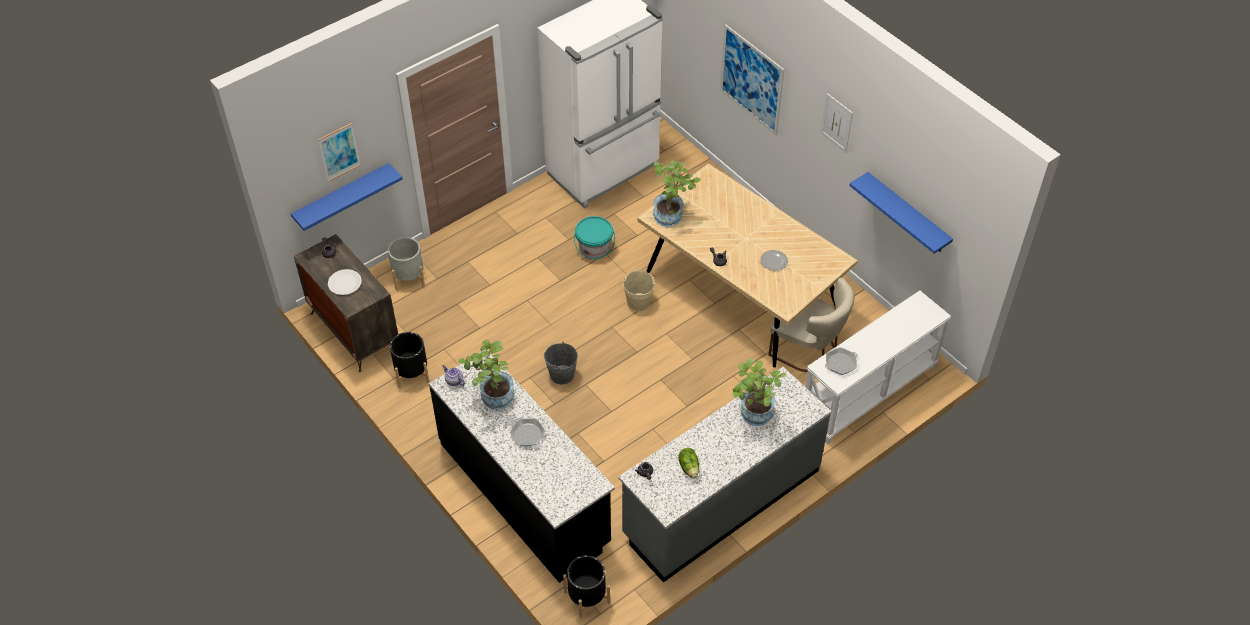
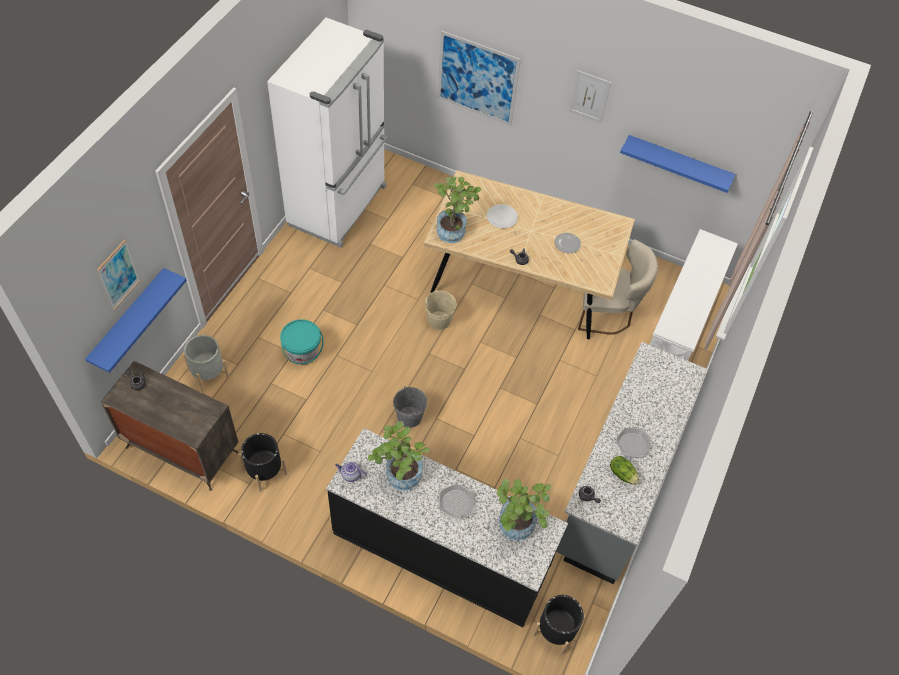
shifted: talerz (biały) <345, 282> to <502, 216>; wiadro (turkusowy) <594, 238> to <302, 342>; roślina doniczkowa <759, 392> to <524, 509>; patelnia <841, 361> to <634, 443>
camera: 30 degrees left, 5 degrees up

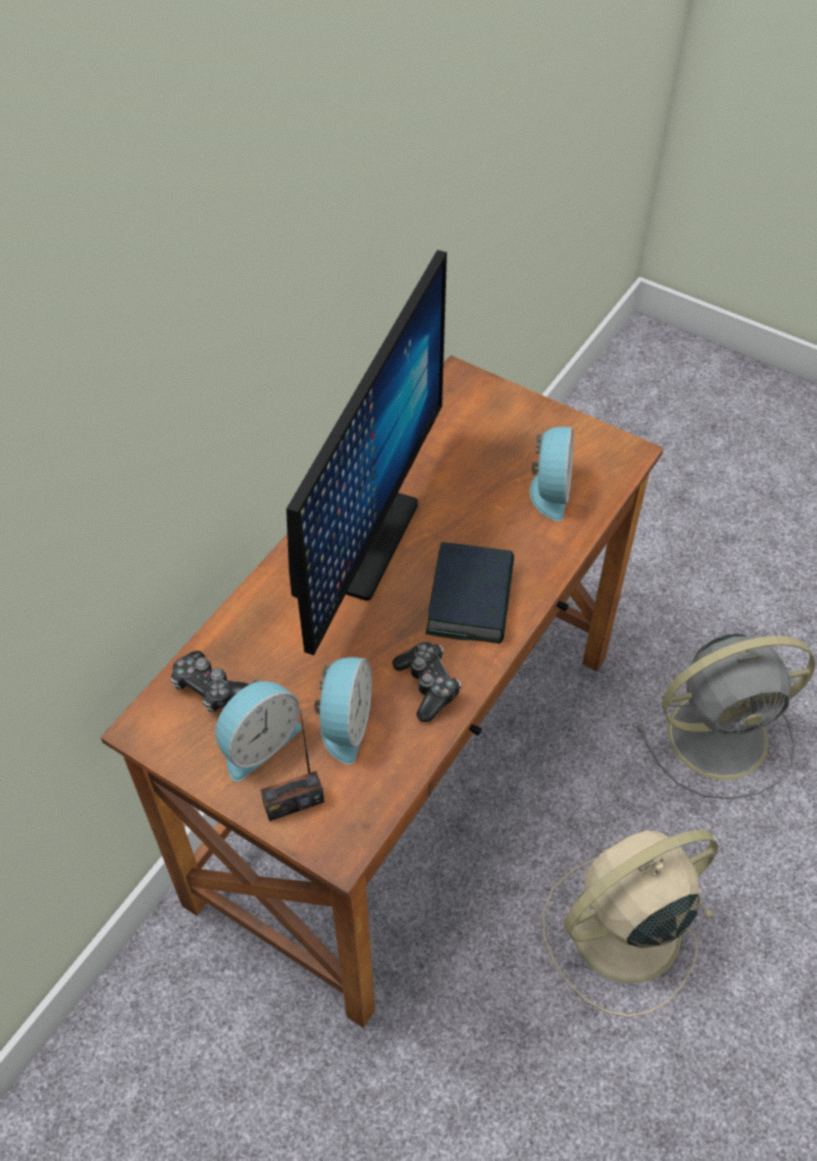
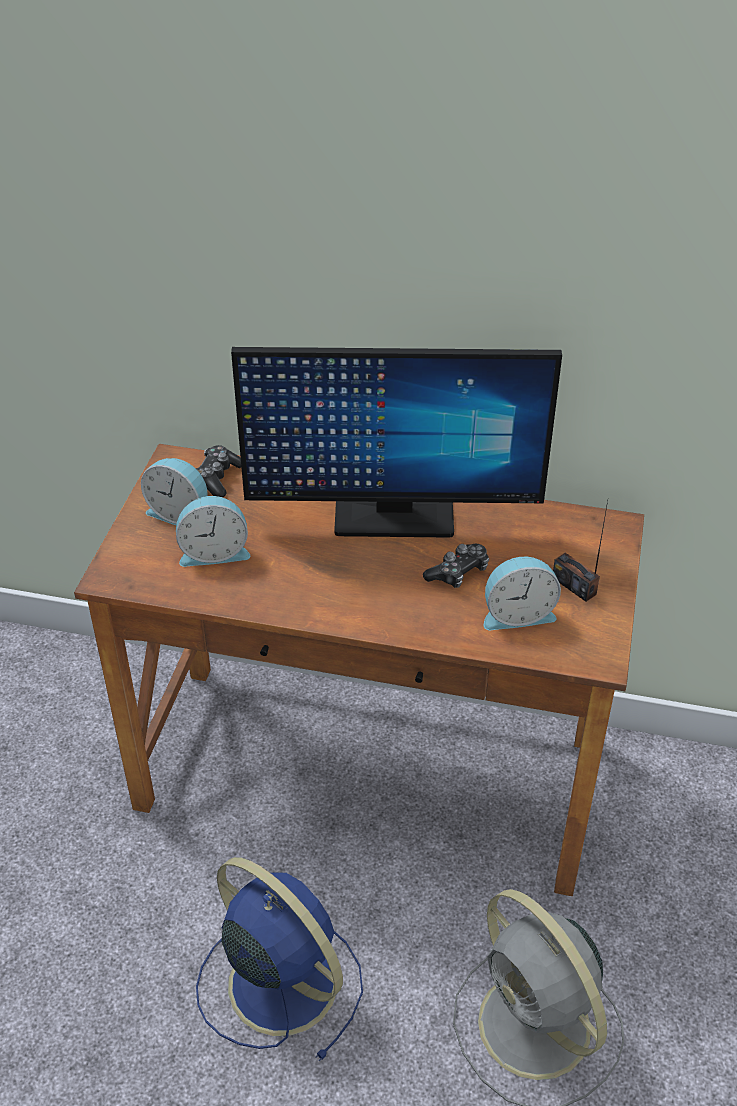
gone: książka <469, 593>
shifted: radio <292, 765> to <580, 551>; pad do gier <426, 682> to <456, 566>
repainted: wentylator (beżowy) <630, 923> to wentylator (niebieski) <279, 959>
camera: 70 degrees right, 10 degrees down

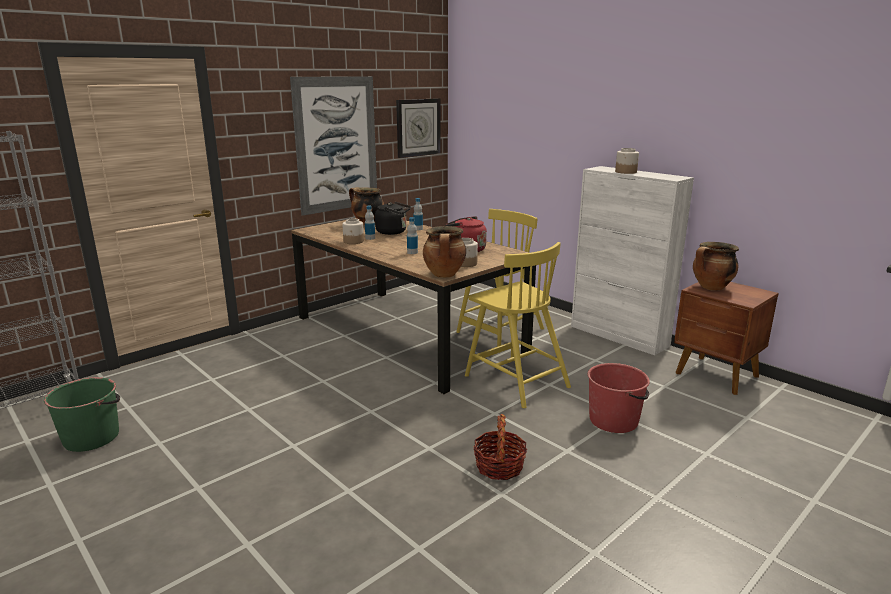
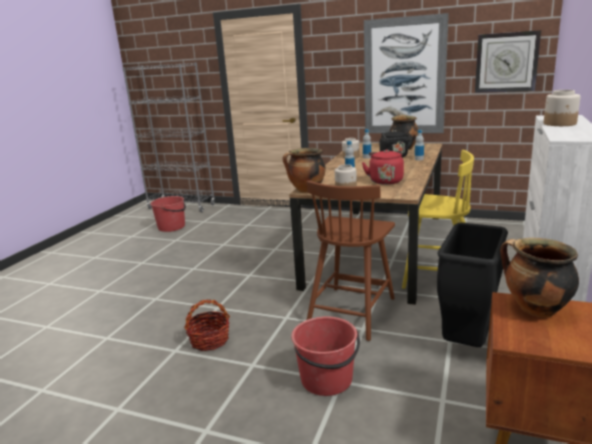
new: kosz na śmieci (czarny) <472, 285>
repainted: wiadro (zielony) <82, 414> to wiadro (czerwony) <168, 214>; krzesło (żółty) <518, 325> to krzesło (brązowy) <351, 261>
camera: 65 degrees right, 0 degrees up

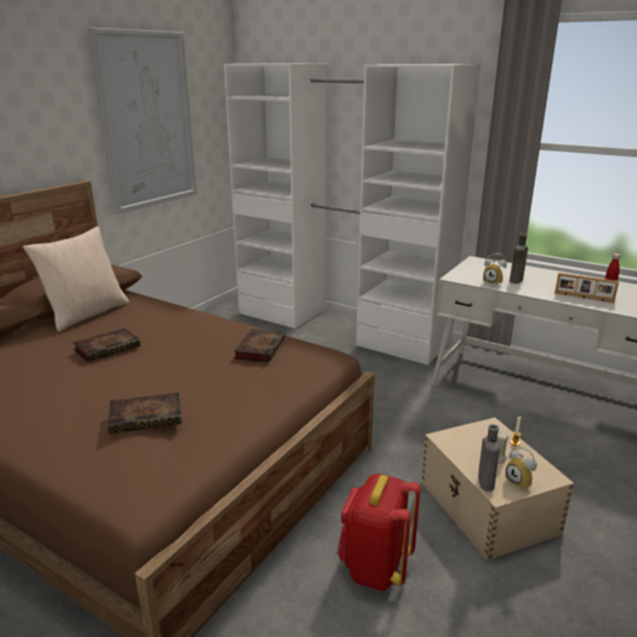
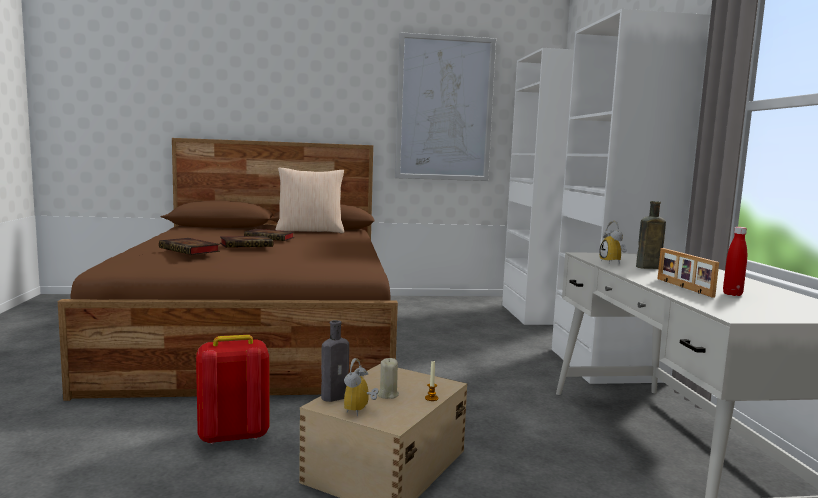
shifted: książka <259, 345> to <246, 242>
camera: 50 degrees right, 15 degrees down

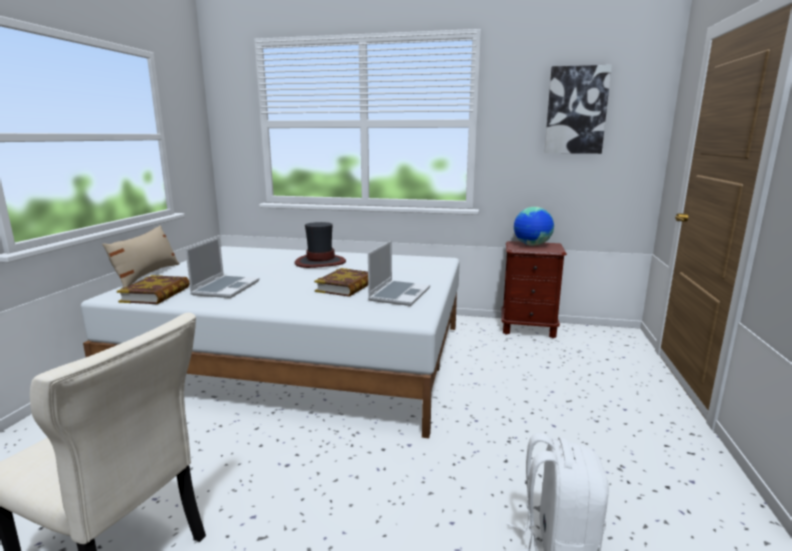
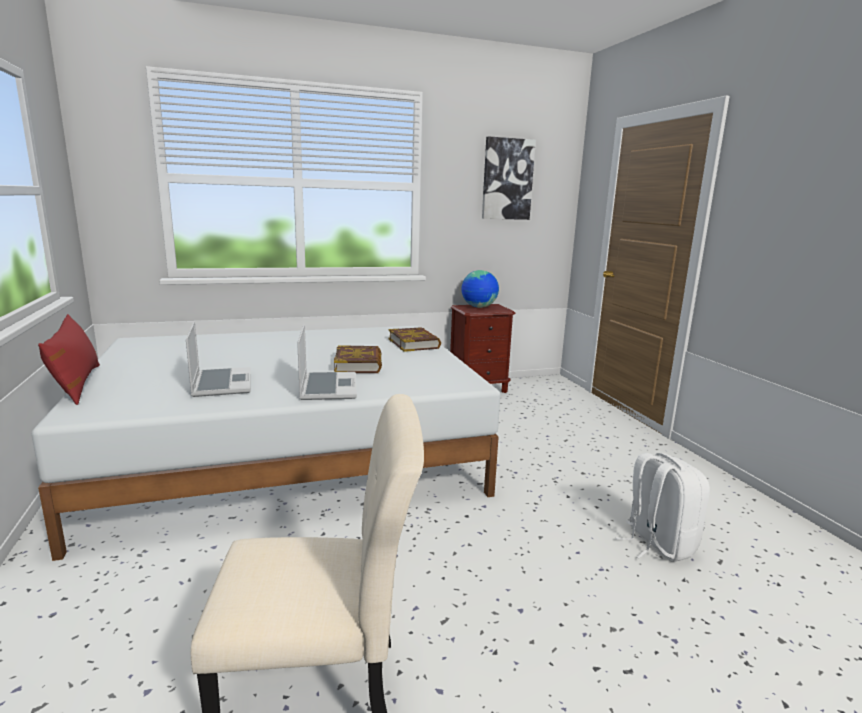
gone: kapelusz <320, 245>
shifted: książka <153, 289> to <415, 339>; laptop <399, 273> to <327, 362>
repainted: poduszka (beżowy) <141, 256> to poduszka (czerwony) <69, 359>
camera: 30 degrees left, 0 degrees up

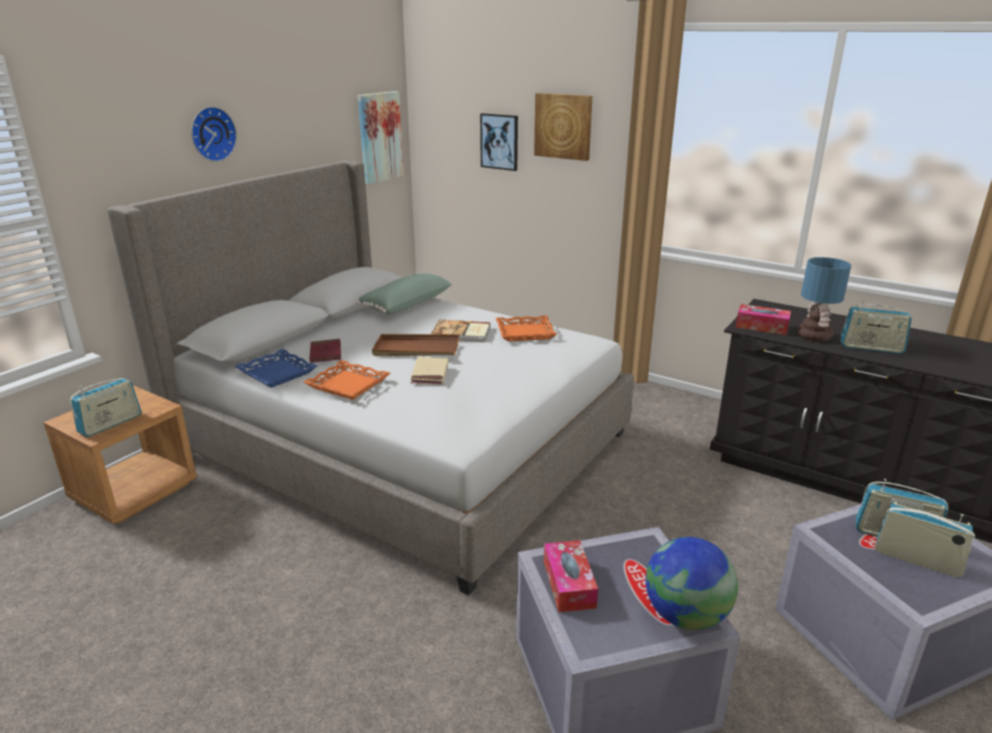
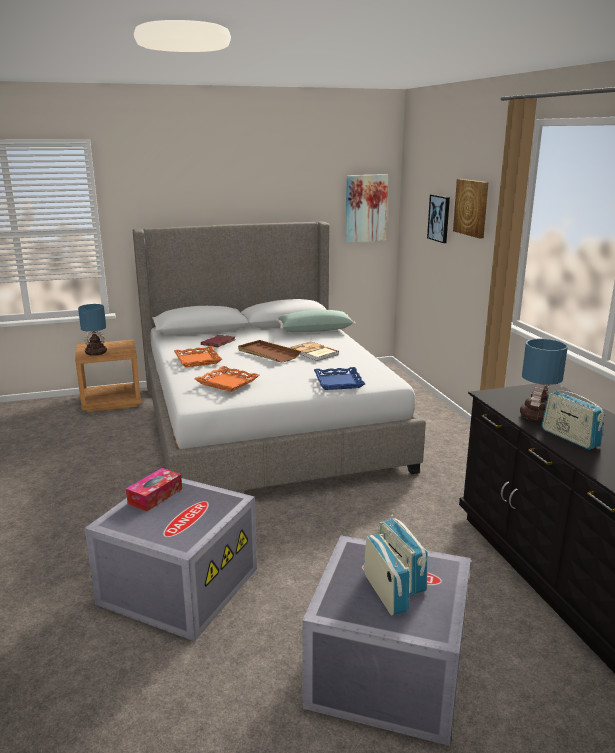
gone: zegar ścienny <214, 134>; książka (beżowy) <429, 371>; globus <692, 583>; pudełko chusteczek <763, 319>
shifted: taca (niebieski) <276, 368> to <339, 378>; taca (pomarańczowy) <526, 328> to <227, 379>
swapped: radio <105, 407> to lampa stołowa <92, 330>
camera: 40 degrees right, 5 degrees down

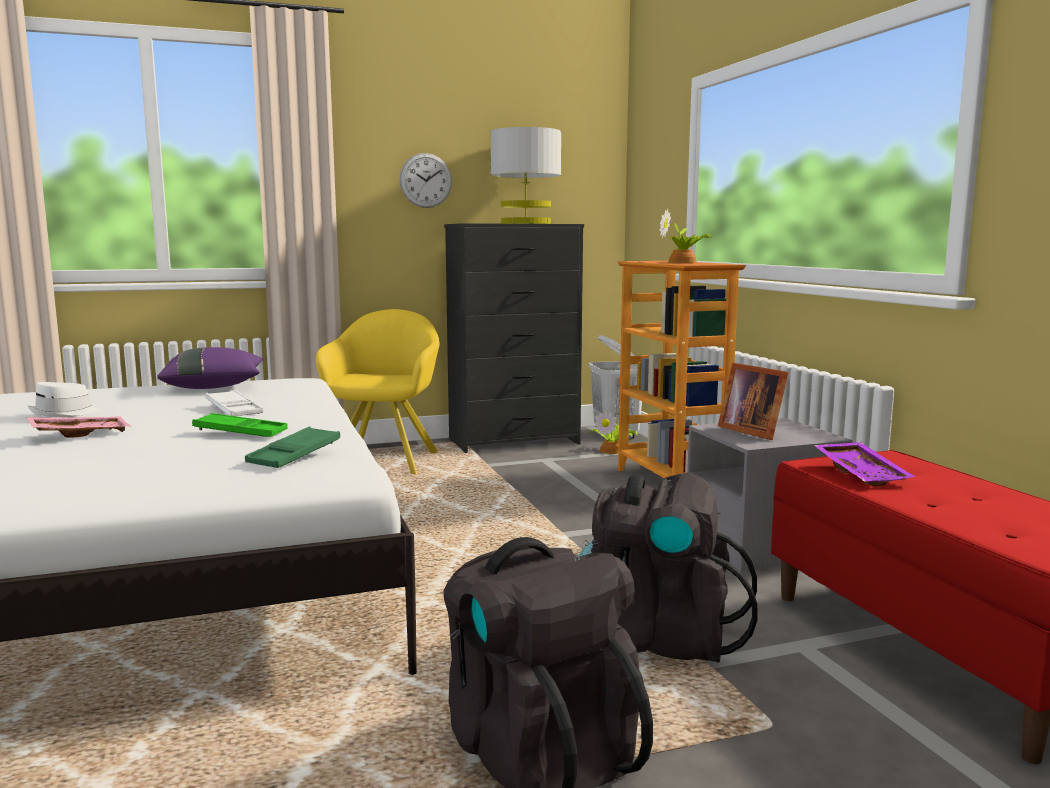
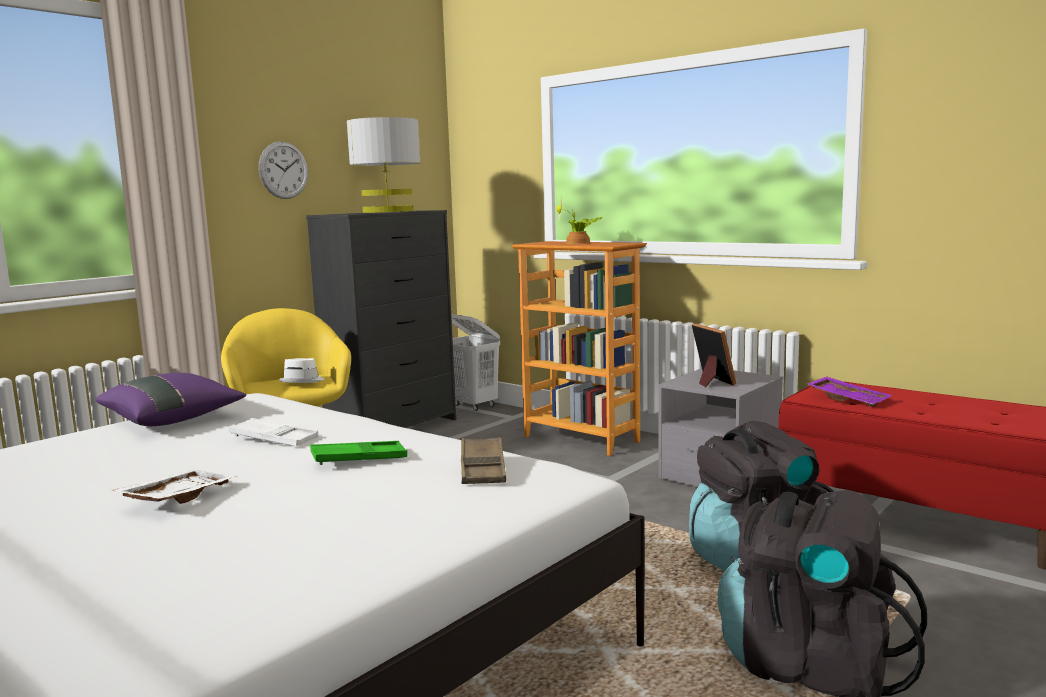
gone: roślina doniczkowa <613, 432>
shifted: kapelusz (biały) <64, 399> to <301, 370>
repainted: taca (różowy) <78, 427> to taca (biały) <174, 486>; taca (zielony) <292, 447> to taca (brązowy) <483, 460>
rotated: ramka na zdjęcie <753, 401> = <714, 355> 135 degrees counterclockwise
camera: 30 degrees left, 0 degrees up

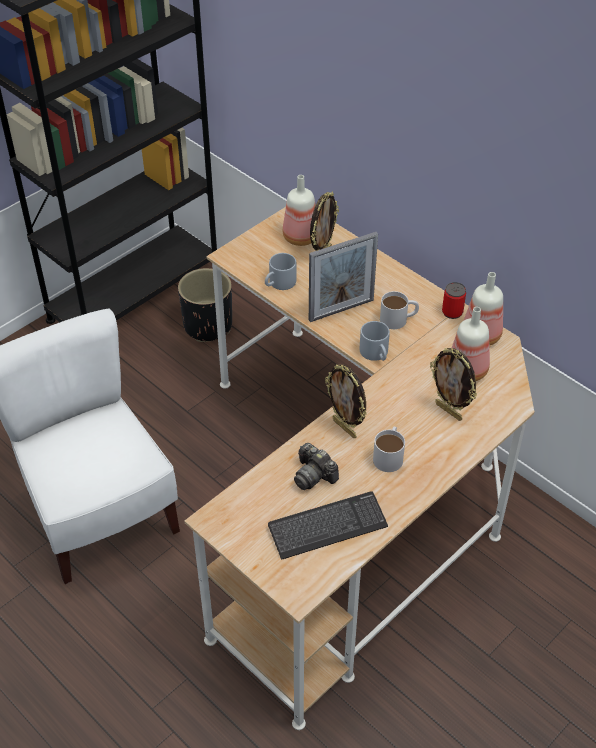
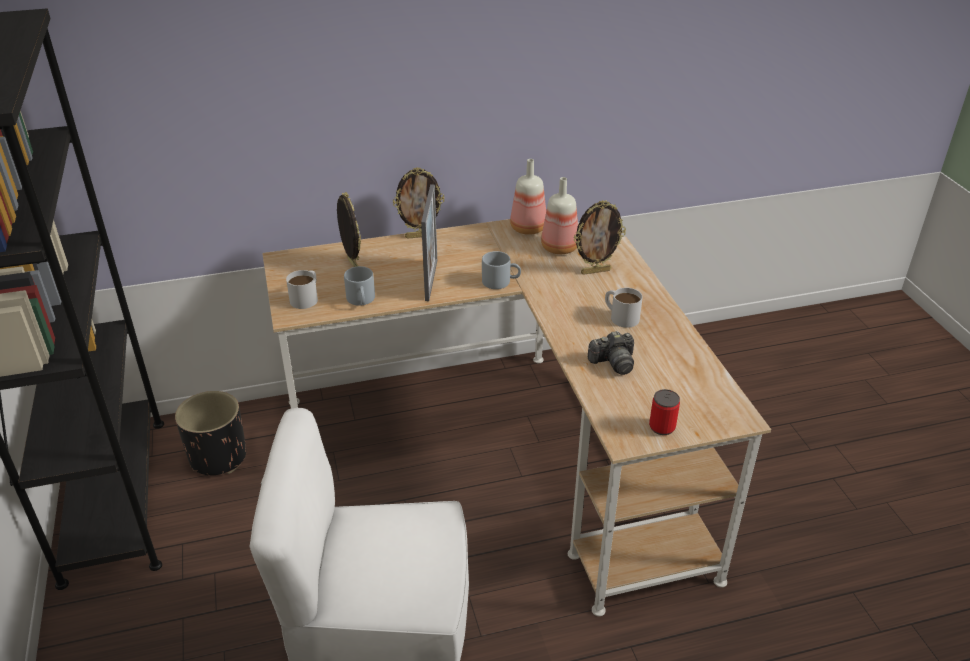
gone: klawiatura <328, 525>; butelka <299, 210>
shifted: ramka na zdjęcie <346, 401> to <418, 203>; kubek (biały) <399, 310> to <302, 289>; puszka <454, 300> to <664, 412>
camera: 60 degrees left, 10 degrees down

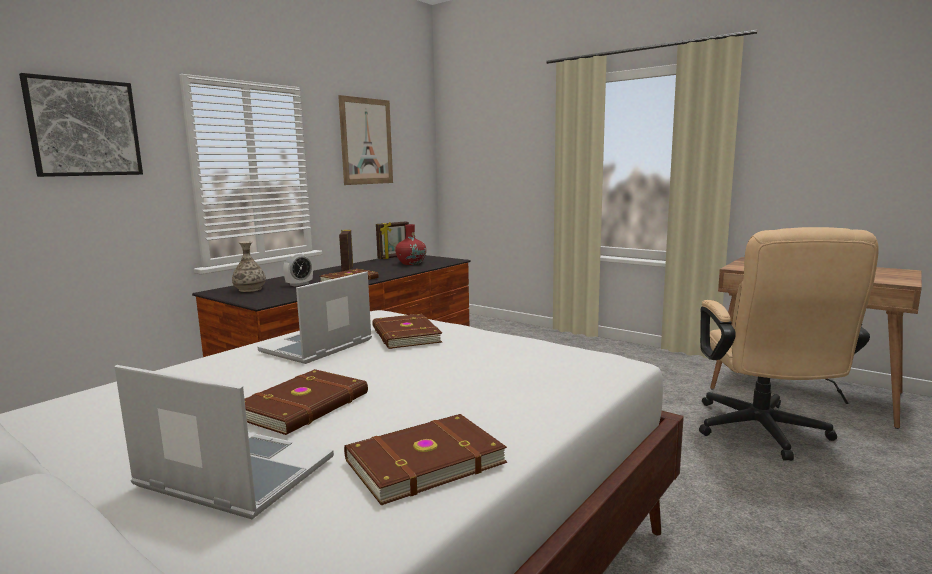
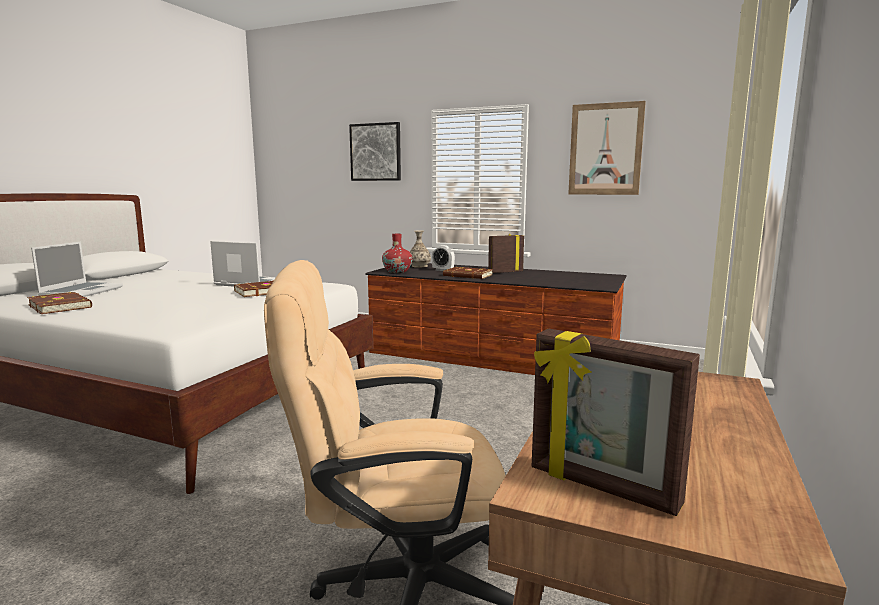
gone: książka (brązowy) <306, 402>
shifted: ramka na zdjęcie <392, 240> to <616, 422>; wazon (czerwony) <411, 244> to <397, 253>
camera: 75 degrees right, 0 degrees up

